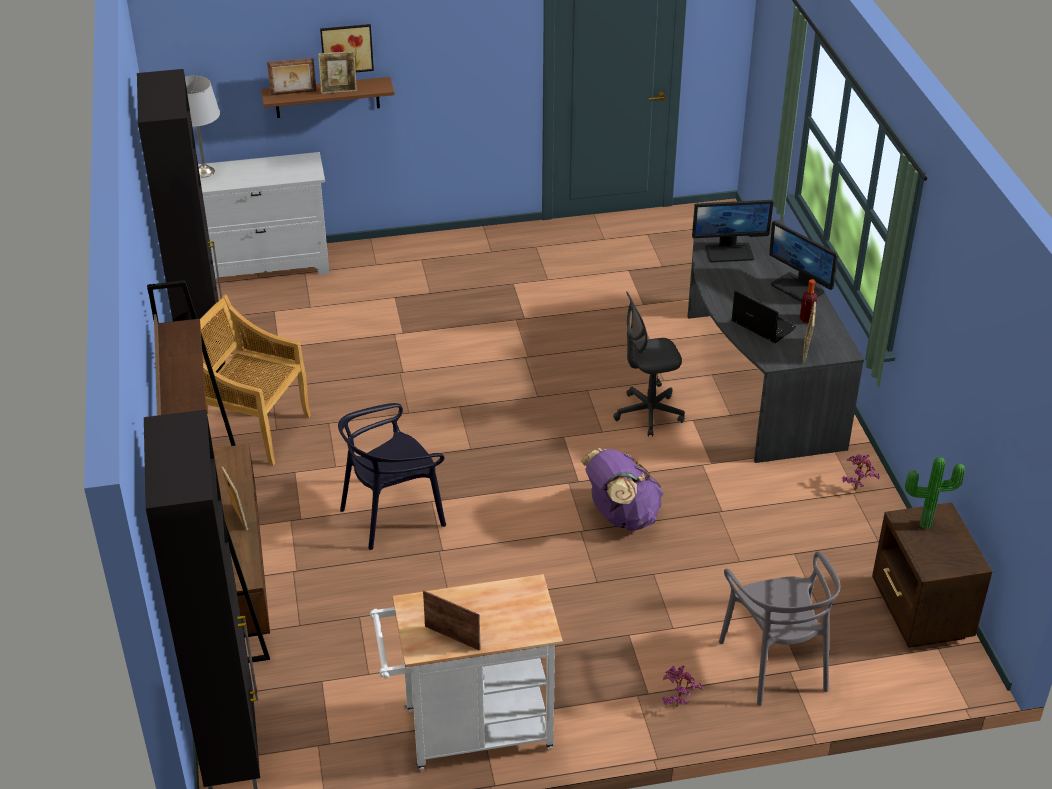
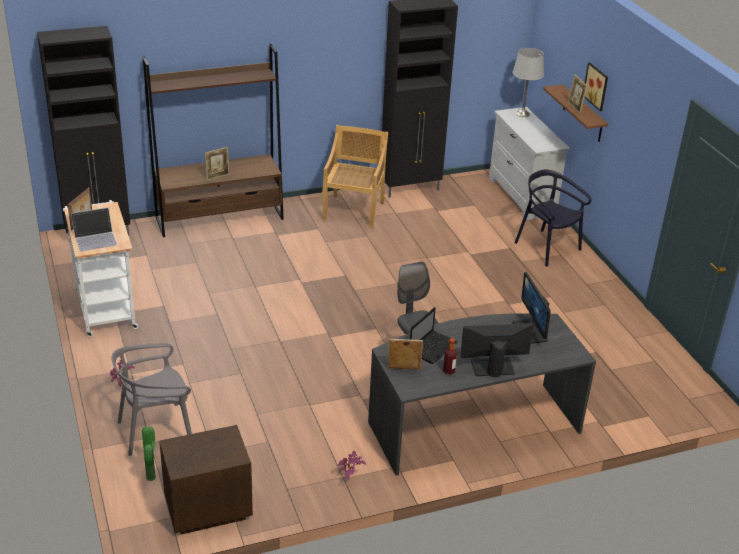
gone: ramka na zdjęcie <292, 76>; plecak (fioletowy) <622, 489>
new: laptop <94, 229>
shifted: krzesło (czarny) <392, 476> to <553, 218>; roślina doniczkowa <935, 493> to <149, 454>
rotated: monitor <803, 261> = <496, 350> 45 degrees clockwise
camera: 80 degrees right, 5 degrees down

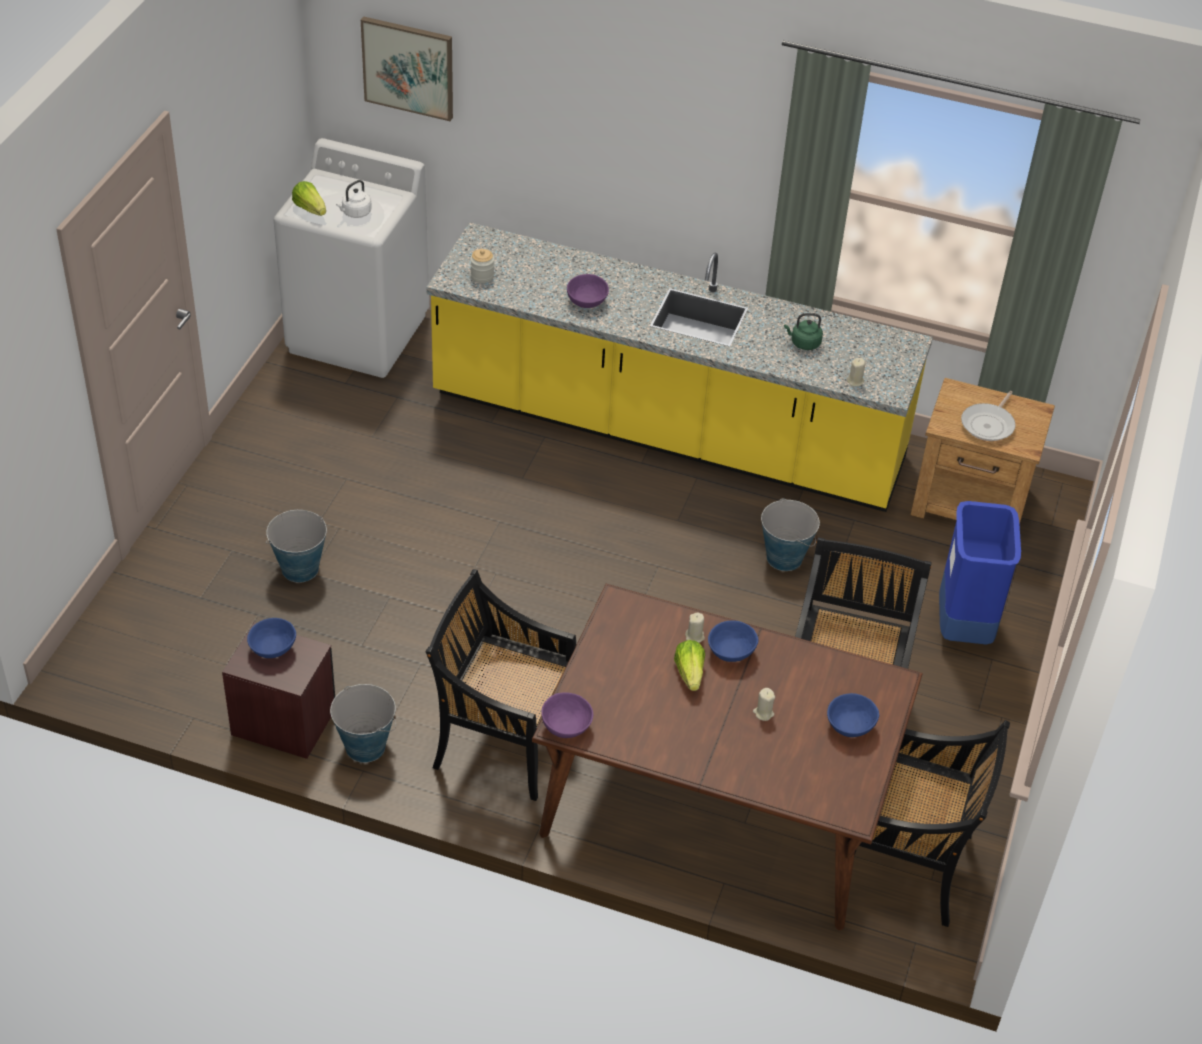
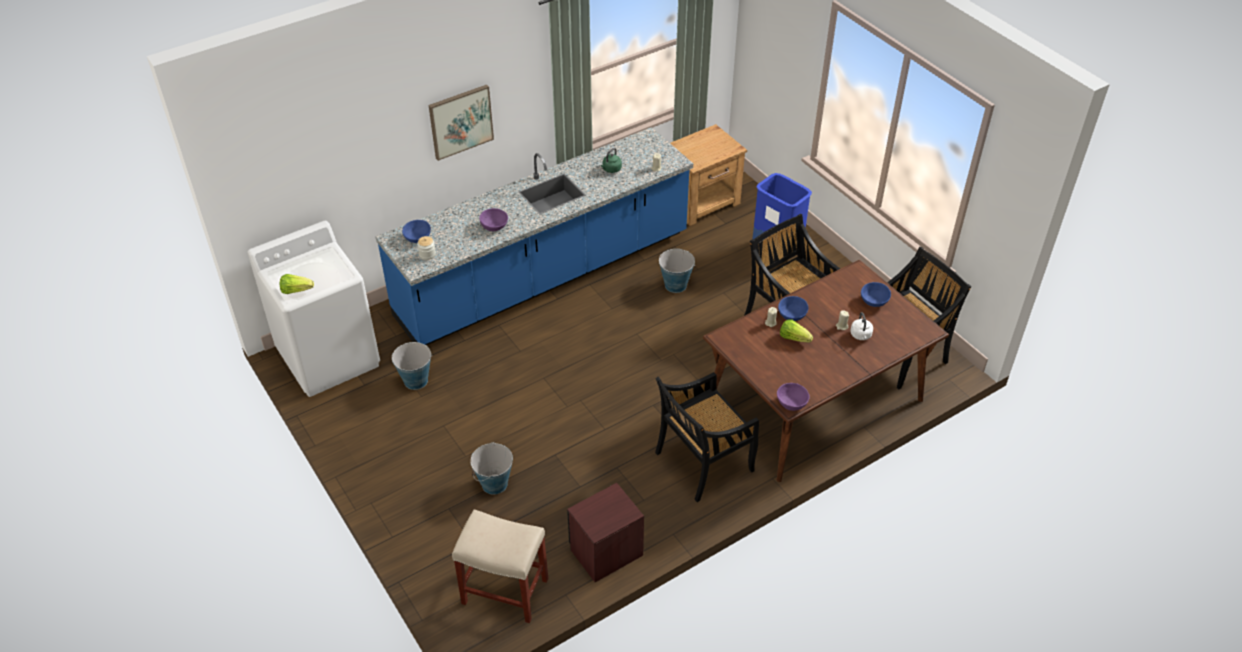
gone: patelnia <988, 416>
new: stołek (beżowy) <500, 566>
shifted: miska (niebieski) <271, 638> to <416, 231>; wiadro <363, 723> to <412, 366>; czajnik (biały) <354, 199> to <861, 326>; obraz <407, 68> to <461, 123>
repainted: zabudowa kuchenna (żółty) <679, 367> to zabudowa kuchenna (niebieski) <534, 236>
camera: 50 degrees left, 0 degrees up

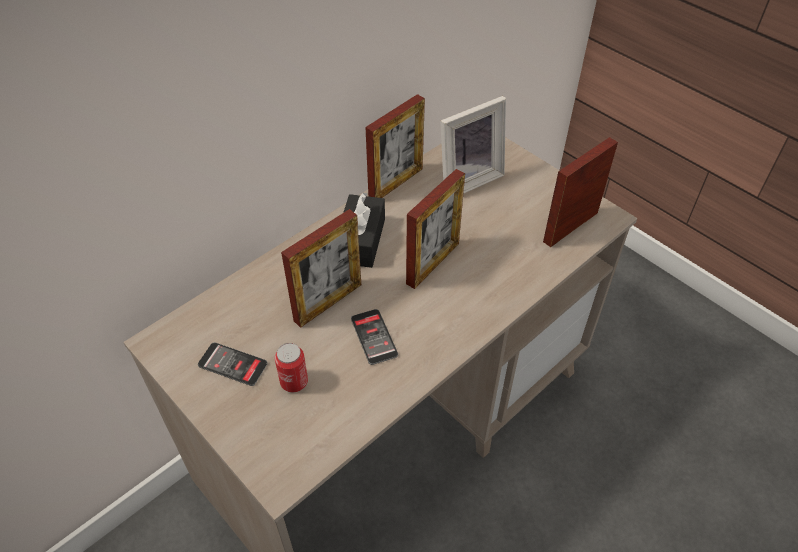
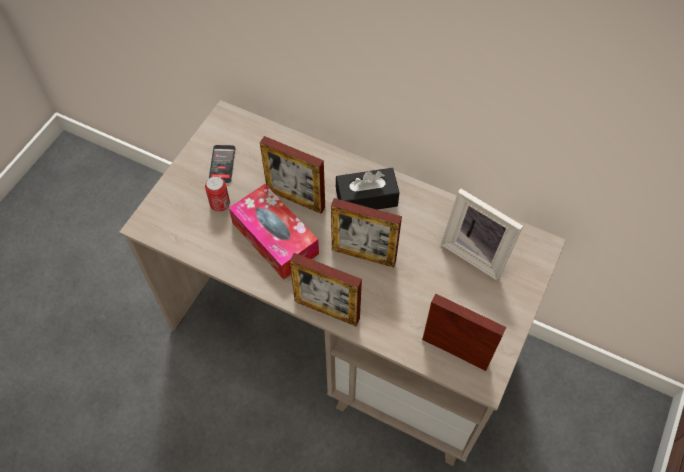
shifted: ramka na zdjęcie <395, 146> to <326, 289>
swapped: telefon <374, 337> to pudełko chusteczek <274, 232>
camera: 70 degrees right, 10 degrees up

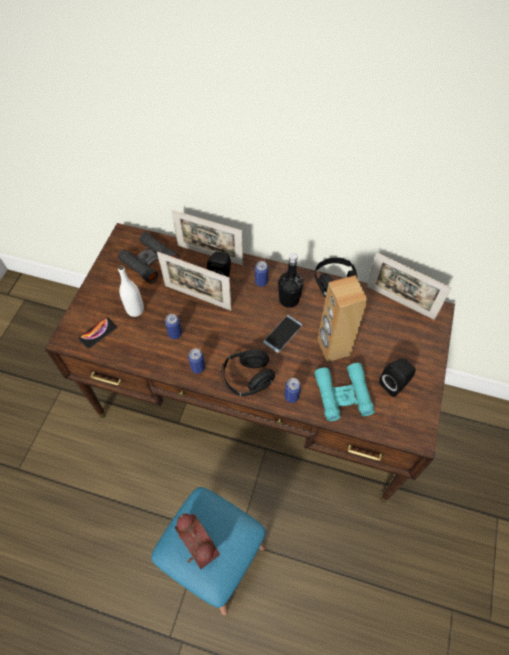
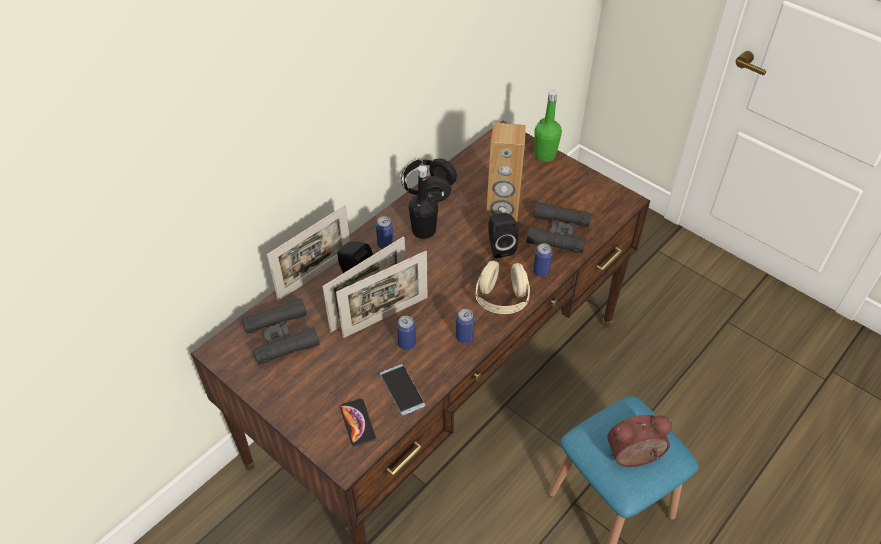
gone: butelka (biały) <131, 291>
new: butelka (zielony) <548, 126>
shifted: telefon <282, 333> to <402, 389>; ramka na zdjęcie <409, 286> to <382, 294>; głośnik (czarny) <397, 377> to <503, 235>
repainted: słuchawki (czarny) <248, 373> to słuchawki (beżowy) <502, 287>; lornetka (turkusowy) <344, 392> to lornetka (czarny) <559, 227>
camera: 65 degrees left, 10 degrees down

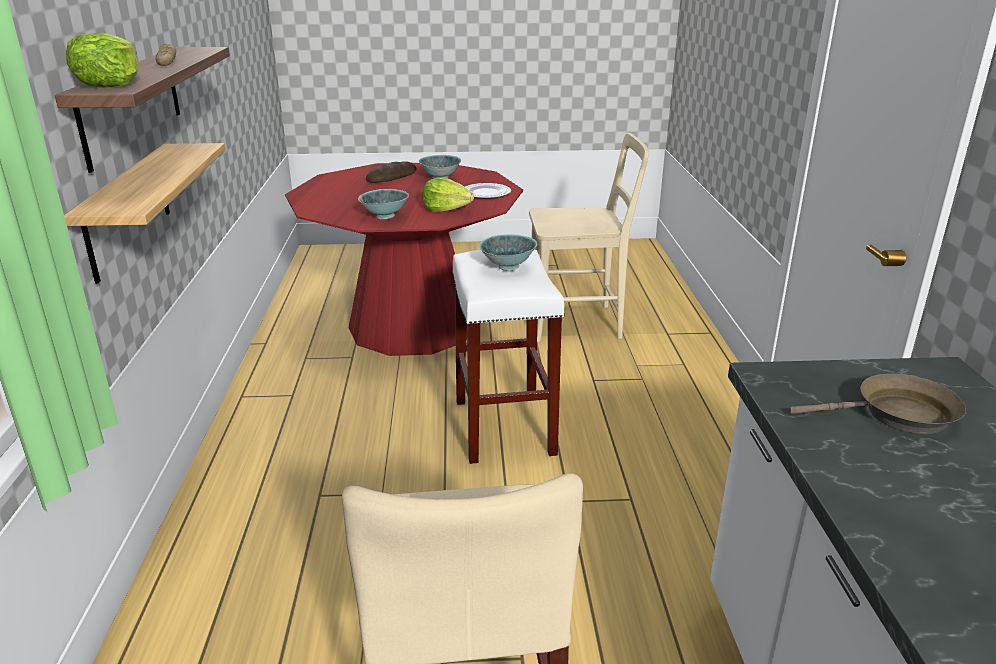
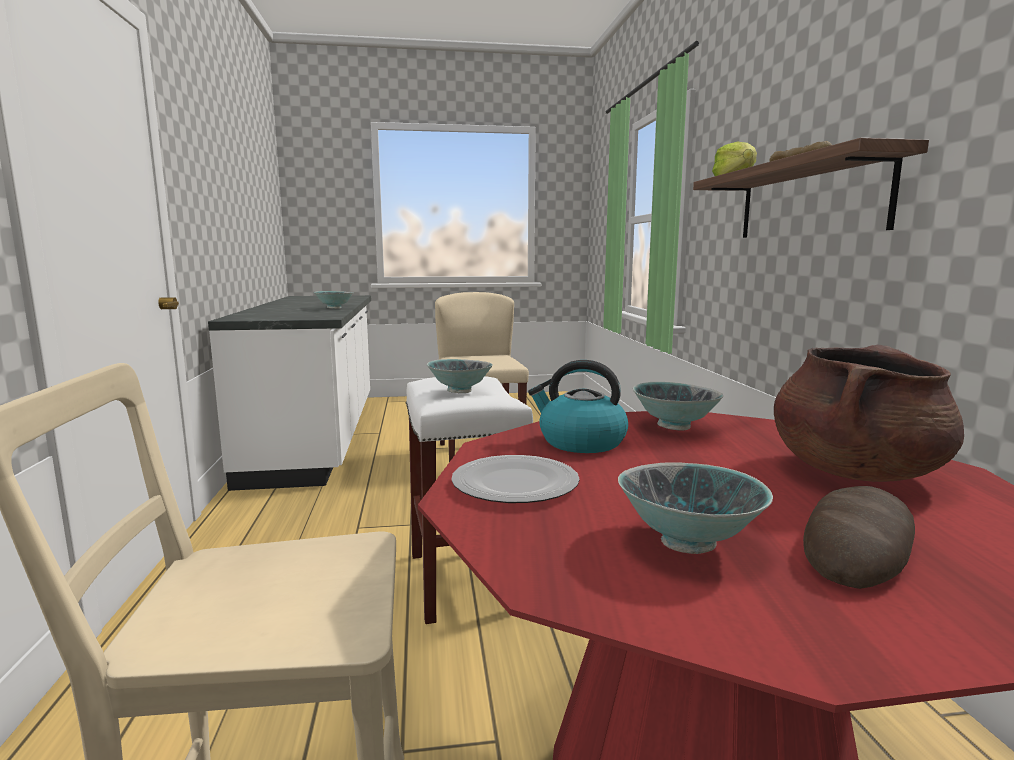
gone: półka <144, 213>; patelnia (brązowy) <877, 404>
new: miska <333, 300>; garnek (brązowy) <869, 413>
swapped: sałata <448, 194> to czajnik <578, 406>
camera: 175 degrees right, 15 degrees down

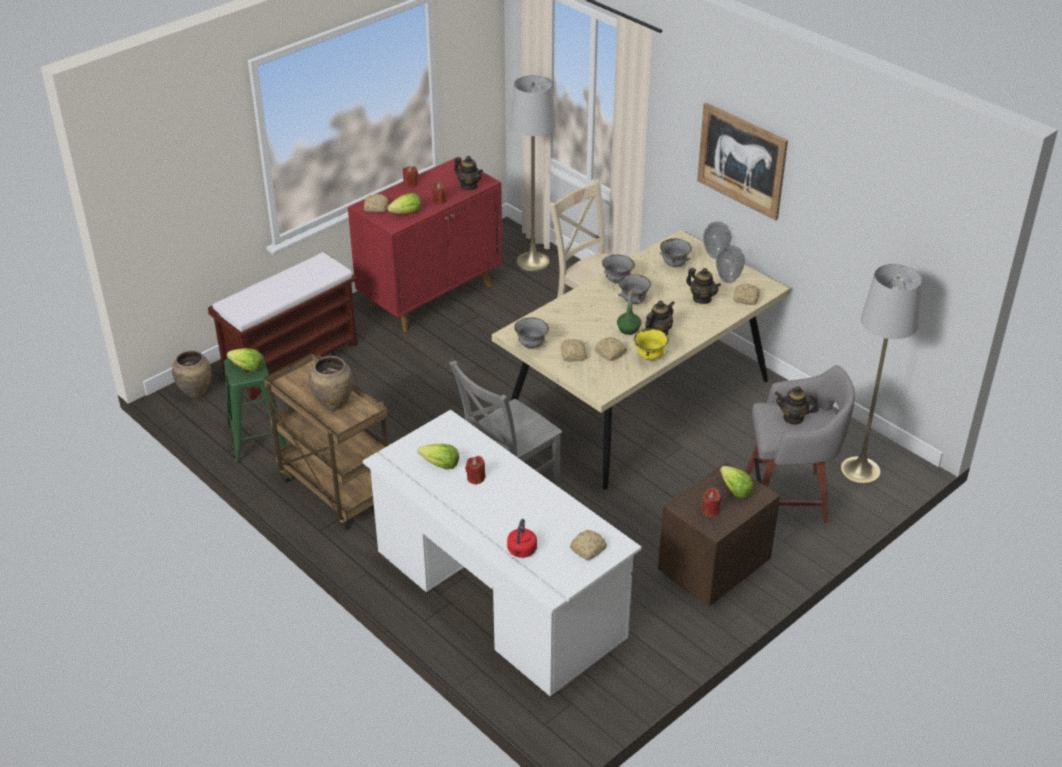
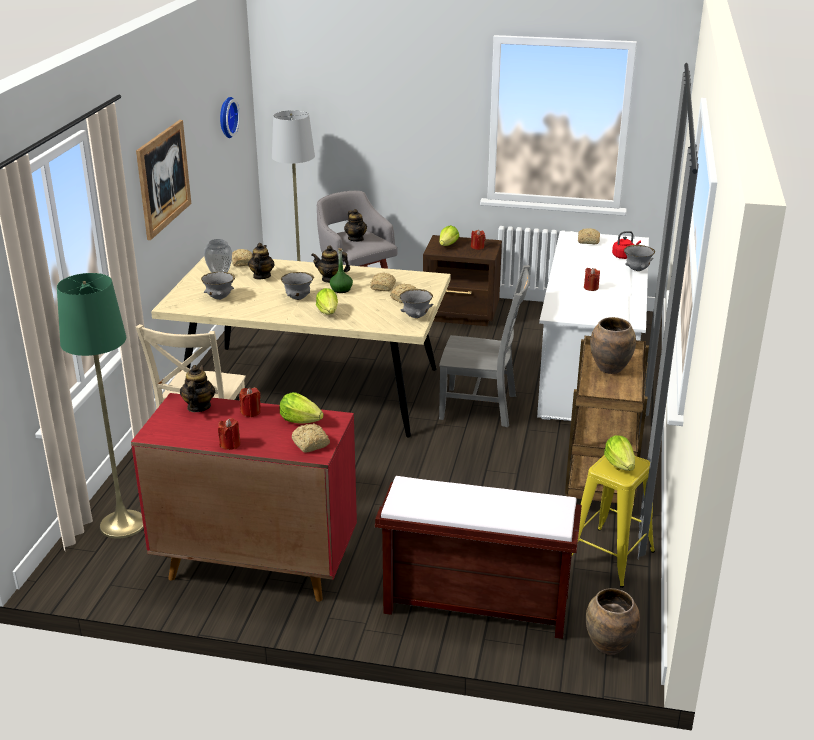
gone: miska (żółty) <651, 344>; wazon <717, 240>
new: zegar ścienny <230, 117>
shifted: sałata <438, 457> to <327, 301>; miska (szary) <618, 269> to <639, 258>
repainted: stołek (zielony) <255, 408> to stołek (żółty) <613, 521>; lampa stojąca (szary) <533, 173> to lampa stojąca (zielony) <100, 406>
camera: 125 degrees left, 10 degrees down

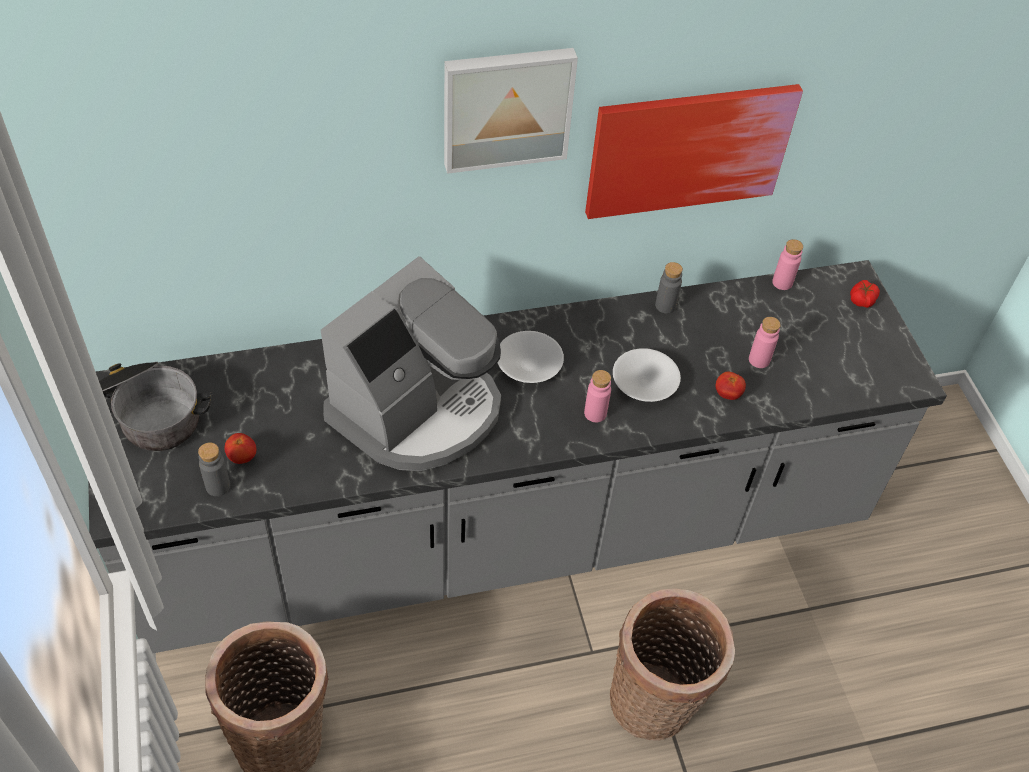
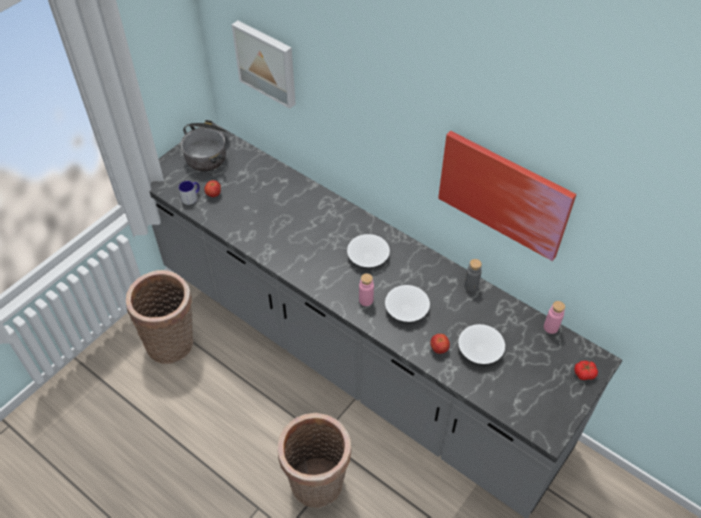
gone: ekspres do kawy <411, 363>
shifted: obraz <511, 111> to <264, 64>
swapped: butelka (szary) <214, 469> to kubek <189, 193>; butelka (różowy) <765, 342> to miska (biały) <481, 344>
camera: 55 degrees right, 0 degrees up

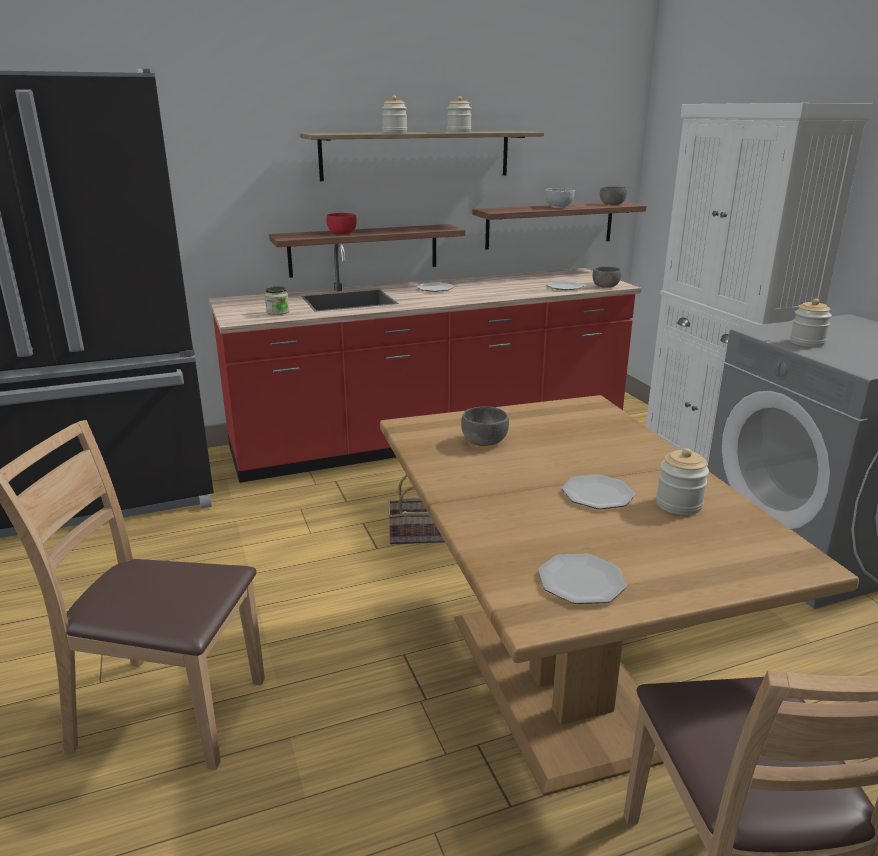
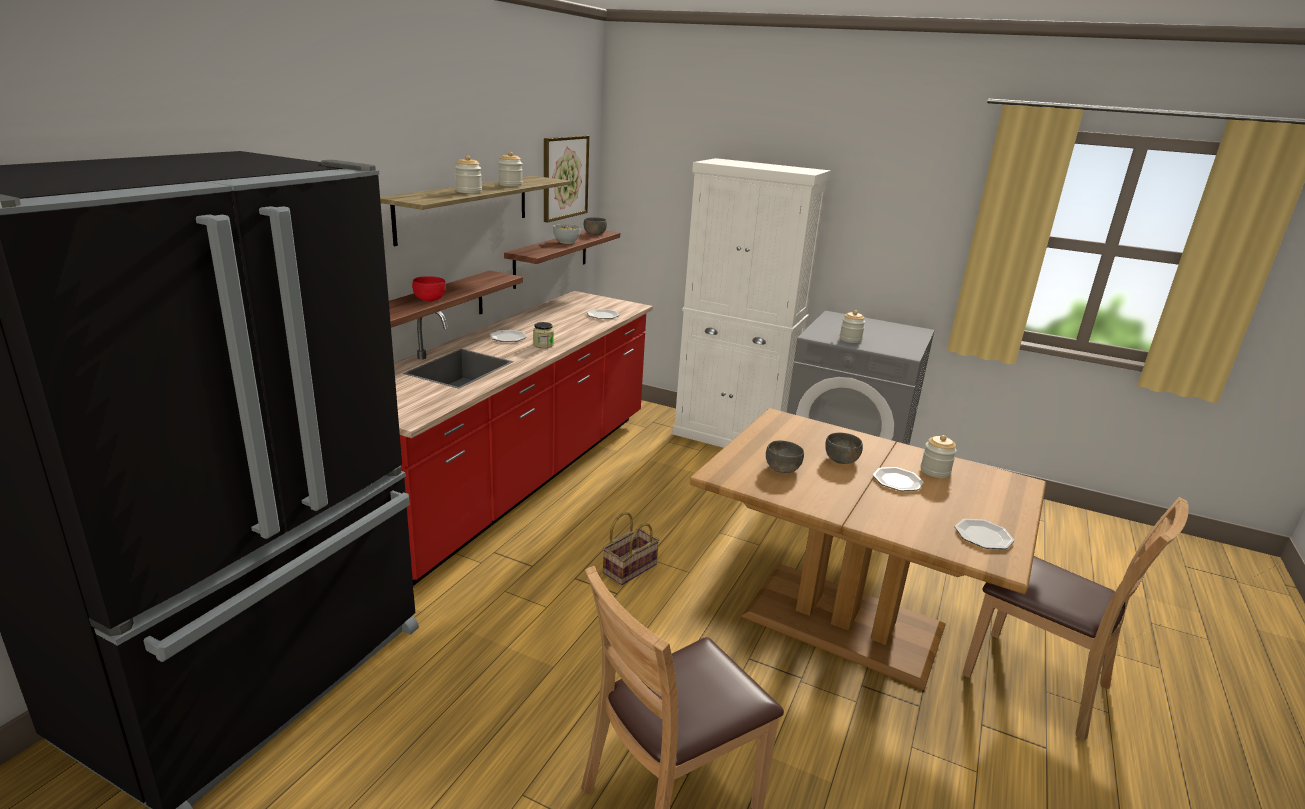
new: obraz <566, 179>
shifted: słoik <277, 300> to <543, 335>; miska (szary) <607, 277> to <844, 448>
camera: 45 degrees left, 0 degrees up

